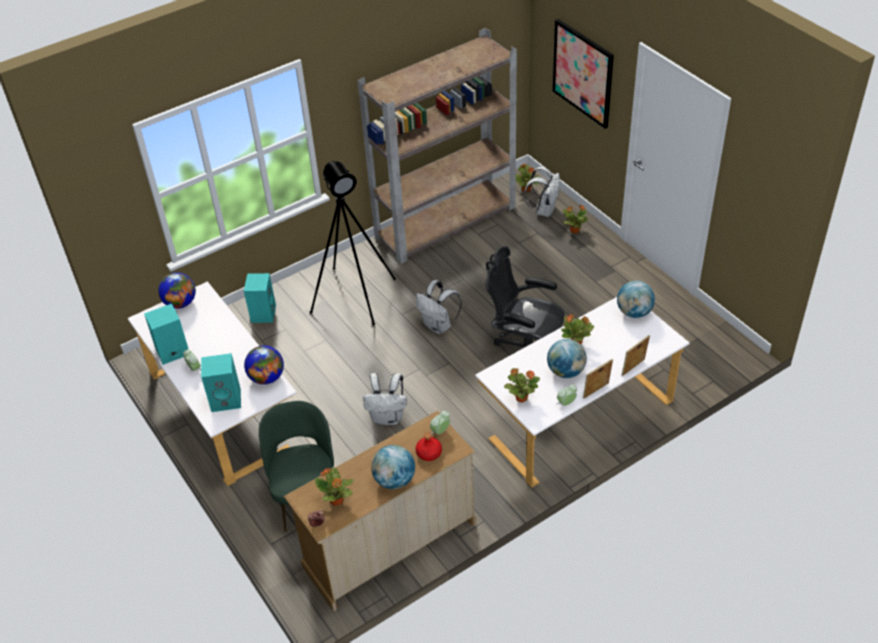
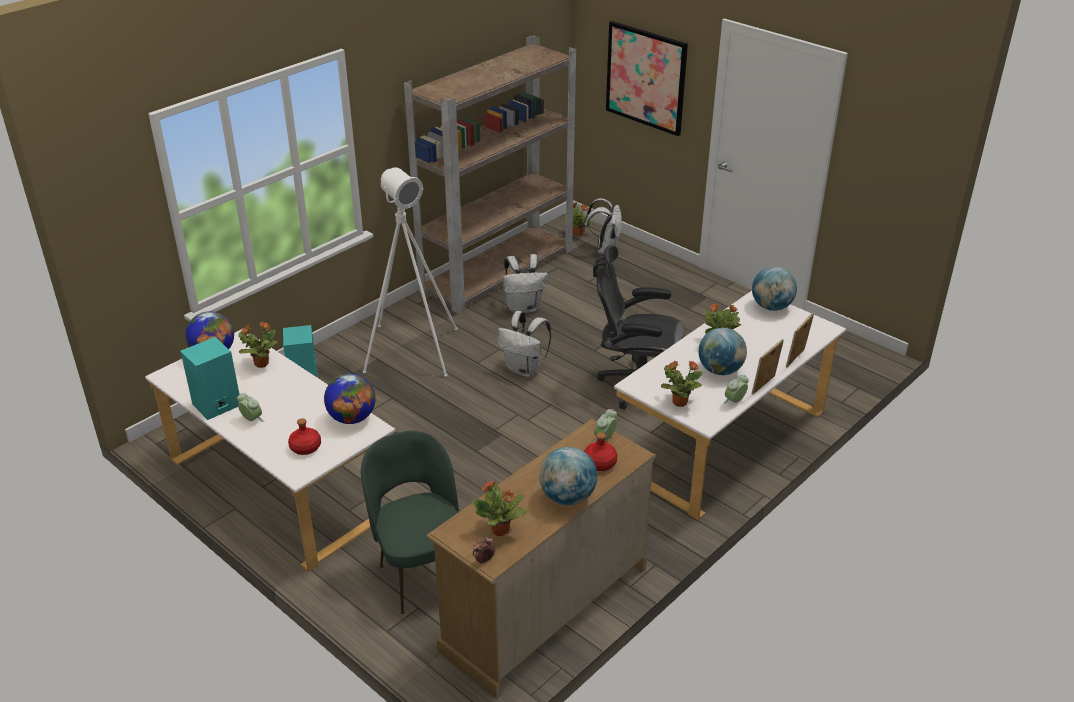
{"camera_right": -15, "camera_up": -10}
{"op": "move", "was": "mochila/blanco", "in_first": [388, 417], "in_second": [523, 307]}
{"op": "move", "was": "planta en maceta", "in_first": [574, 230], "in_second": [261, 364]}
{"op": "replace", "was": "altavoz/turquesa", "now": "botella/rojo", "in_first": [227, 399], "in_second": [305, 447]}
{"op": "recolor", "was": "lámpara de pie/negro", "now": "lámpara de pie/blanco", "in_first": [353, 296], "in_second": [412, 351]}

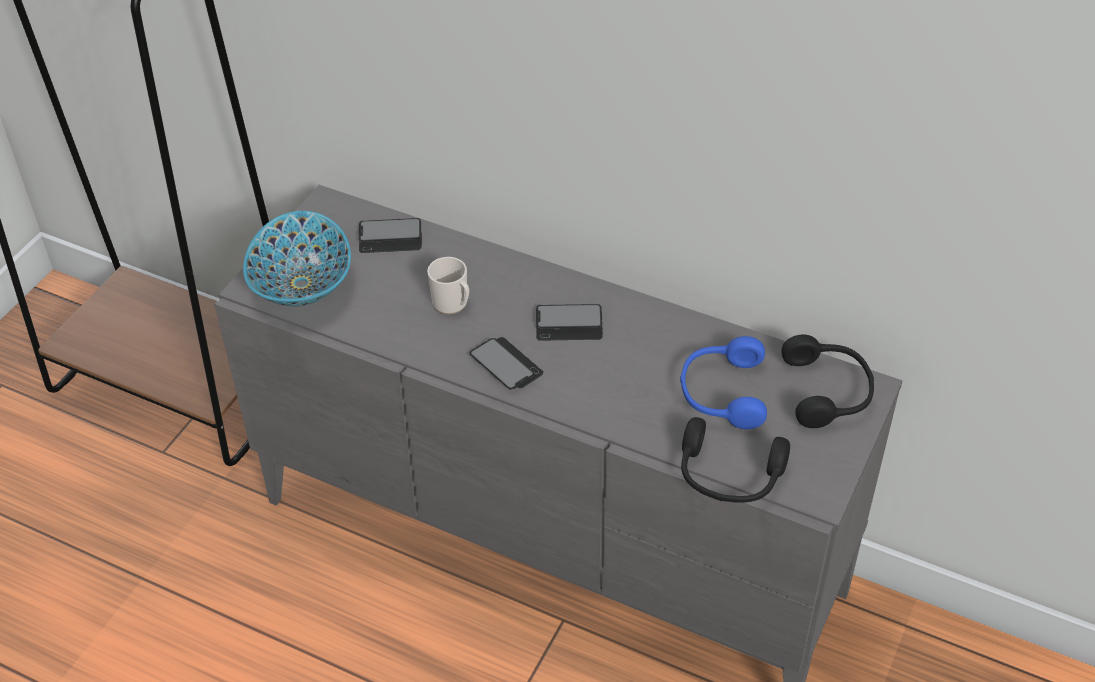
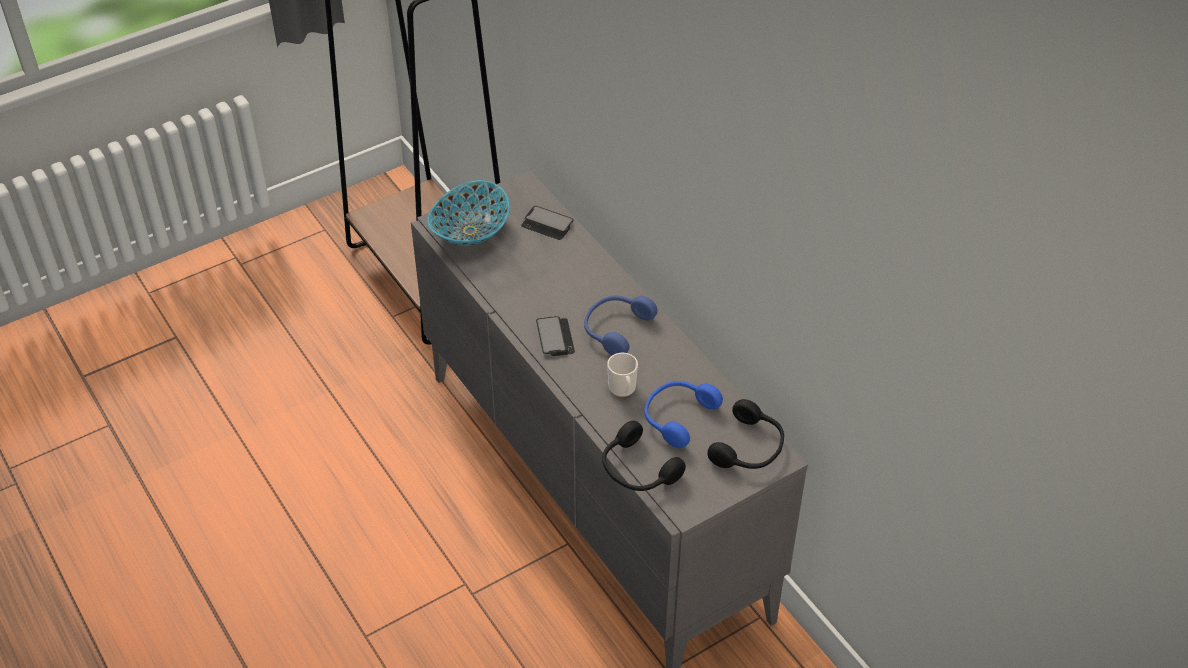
{"camera_right": 30, "camera_up": 0}
{"op": "move", "was": "taza grande", "in_first": [452, 304], "in_second": [623, 389]}
{"op": "replace", "was": "móvil", "now": "auriculares/azul", "in_first": [569, 324], "in_second": [615, 329]}

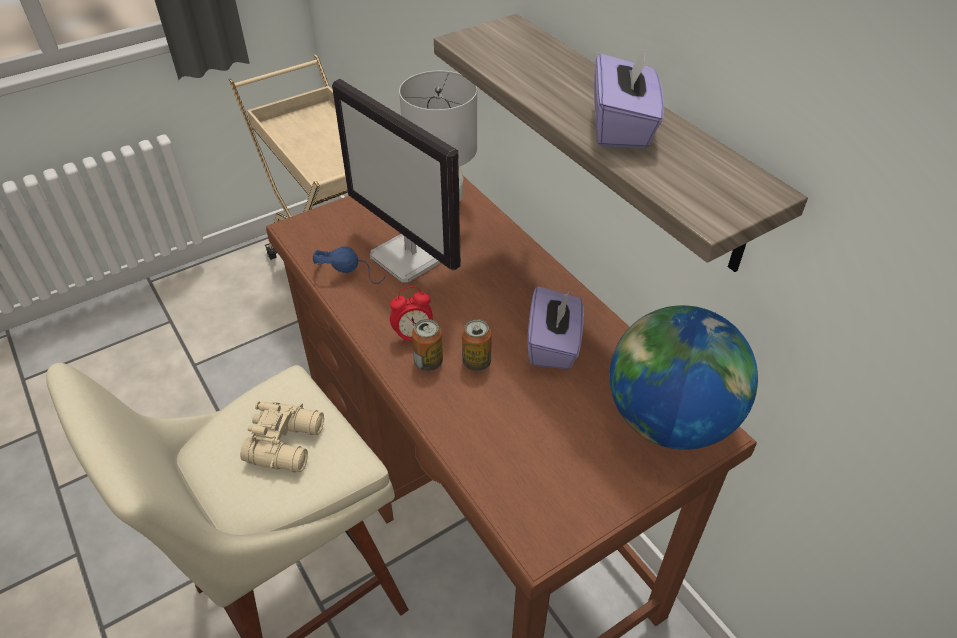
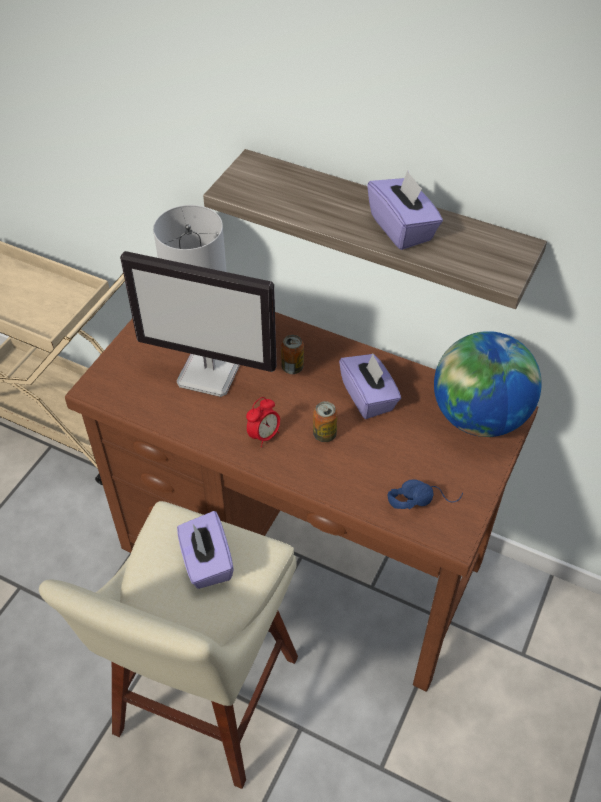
{"camera_right": -30, "camera_up": 5}
{"op": "move", "was": "auriculares/azul", "in_first": [352, 271], "in_second": [422, 498]}
{"op": "move", "was": "lata", "in_first": [428, 362], "in_second": [292, 367]}
{"op": "replace", "was": "prismáticos/beis", "now": "caja de pañuelos/morado", "in_first": [288, 442], "in_second": [206, 562]}

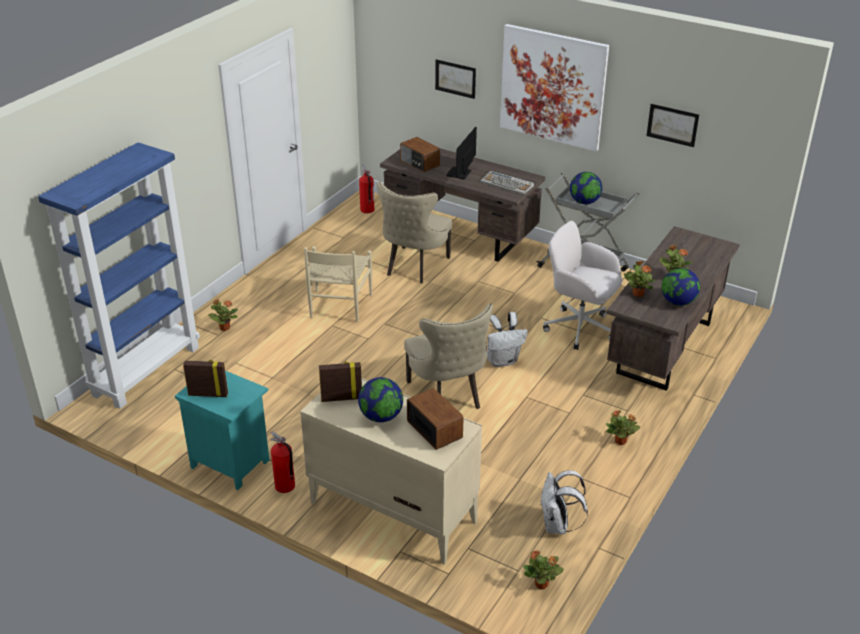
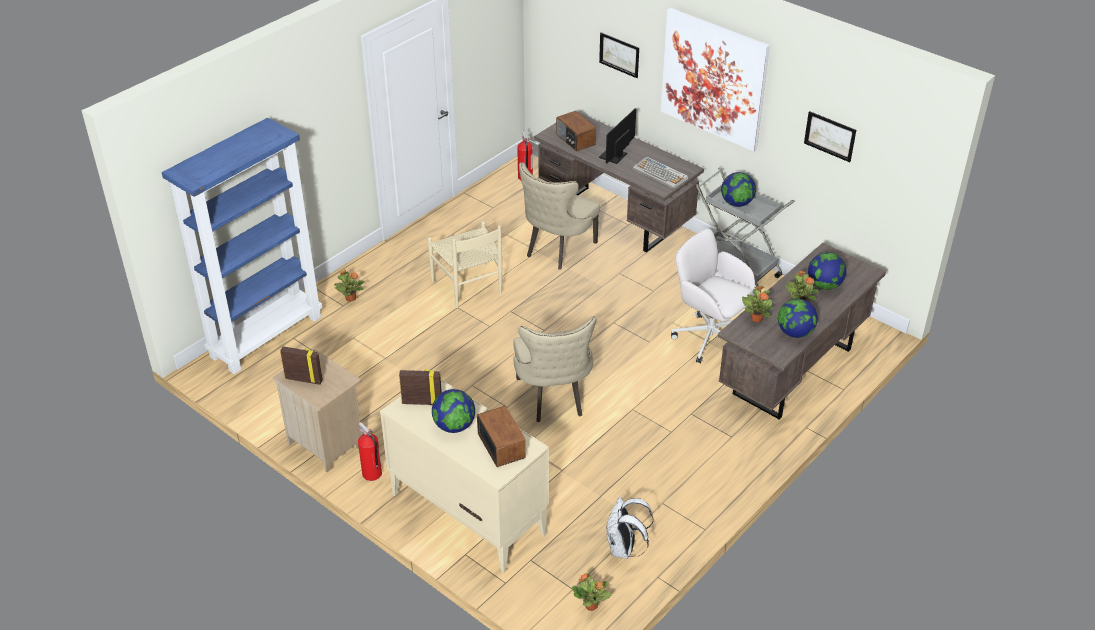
{"camera_right": 10, "camera_up": 5}
{"op": "delete", "was": "mochila/blanco", "in_first": [502, 360]}
{"op": "delete", "was": "planta en maceta", "in_first": [621, 441]}
{"op": "insert", "now": "globo terráqueo", "in_second": [824, 285]}
{"op": "recolor", "was": "mesita de noche/turquesa", "now": "mesita de noche/beis", "in_first": [230, 462], "in_second": [326, 443]}
{"op": "rotate", "was": "silla/beis", "in_first": [339, 307], "in_second": [469, 287], "clockwise": -45}

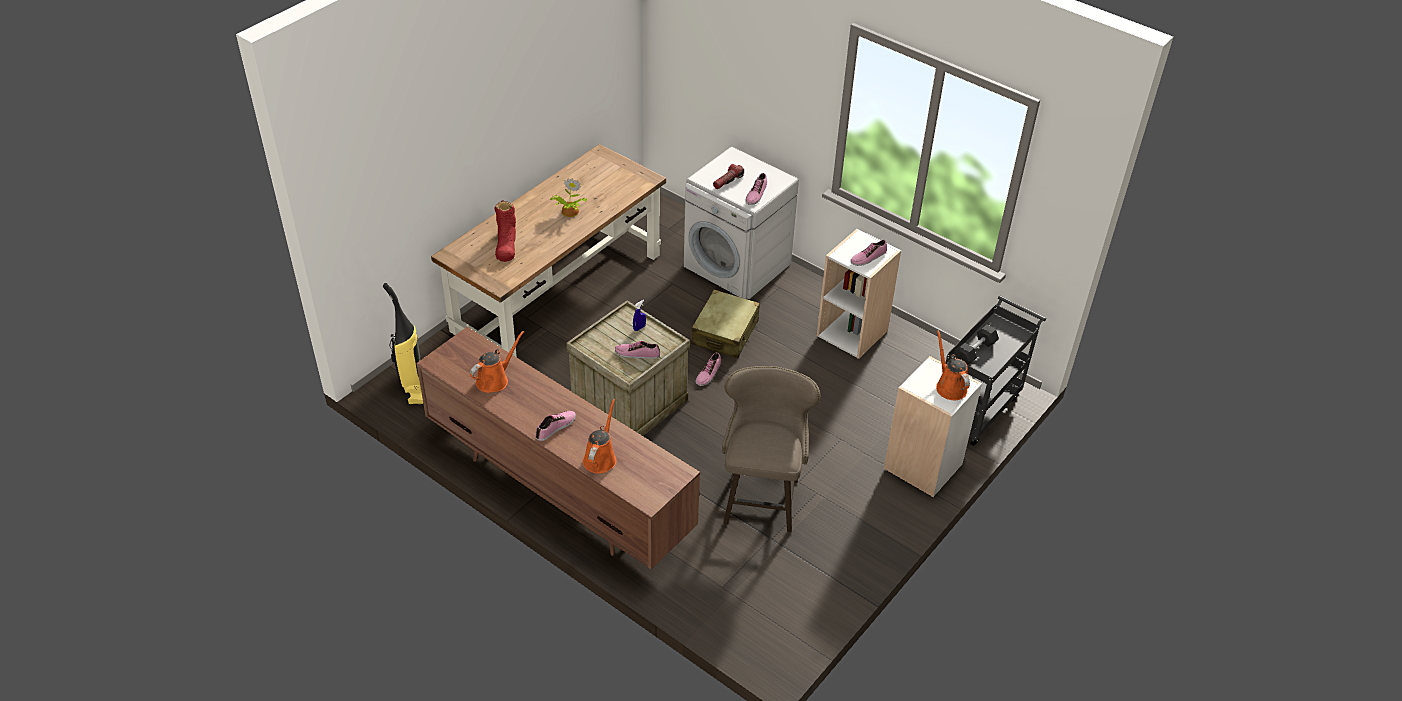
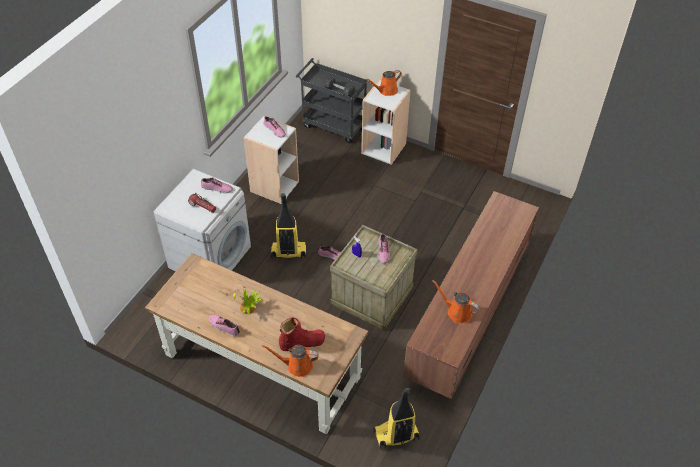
{"camera_right": -100, "camera_up": 5}
{"op": "delete", "was": "taburete/beis", "in_first": [762, 497]}
{"op": "move", "was": "zapato", "in_first": [556, 427], "in_second": [224, 326]}
{"op": "move", "was": "regadera/naranja", "in_first": [600, 458], "in_second": [296, 365]}
{"op": "replace", "was": "maleta/beis", "now": "aspiradora", "in_first": [725, 332], "in_second": [288, 252]}

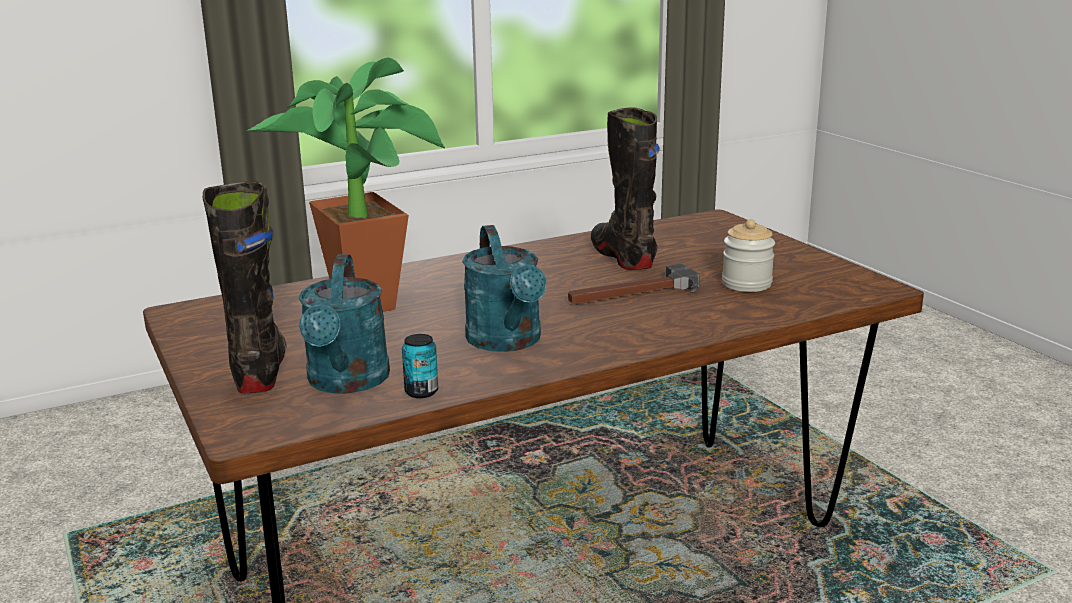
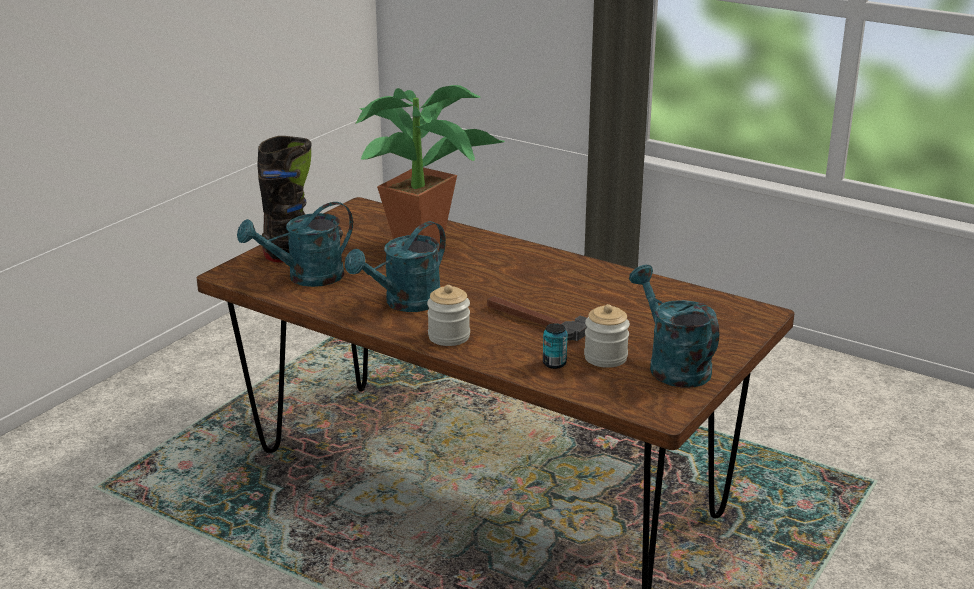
{"camera_right": 60, "camera_up": 5}
{"op": "delete", "was": "bota/negro", "in_first": [623, 257]}
{"op": "insert", "now": "tarro", "in_second": [449, 337]}
{"op": "insert", "now": "regadera/turquesa", "in_second": [672, 365]}
{"op": "move", "was": "lata", "in_first": [421, 392], "in_second": [554, 363]}

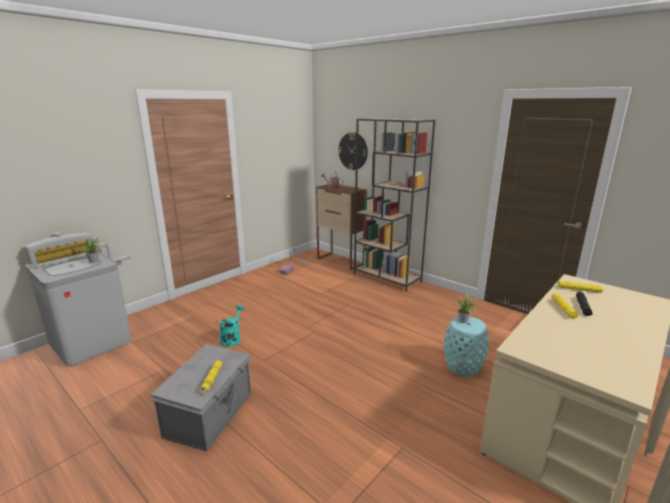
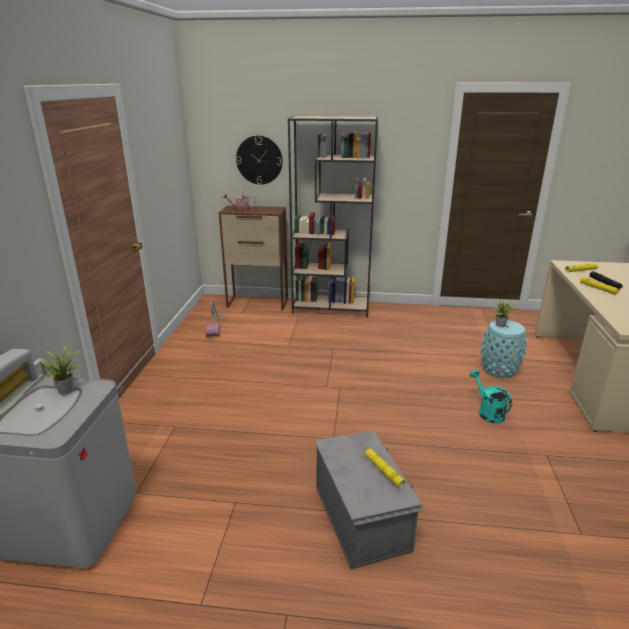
{"camera_right": -35, "camera_up": 5}
{"op": "move", "was": "regadera/turquesa", "in_first": [232, 338], "in_second": [487, 412]}

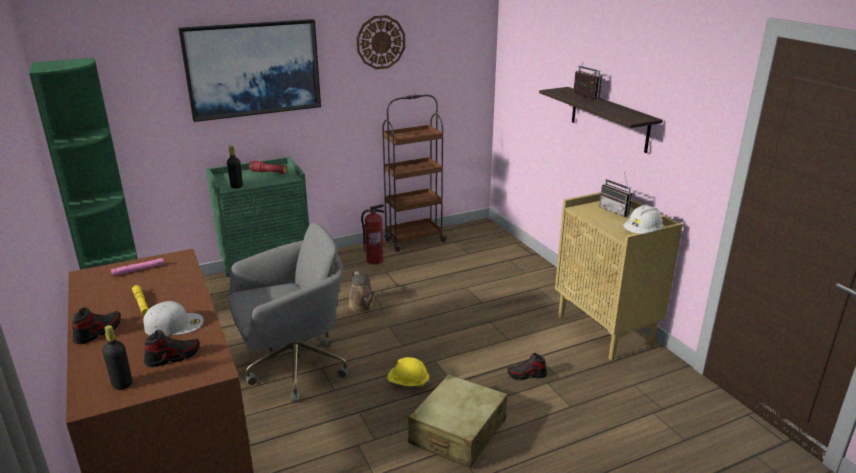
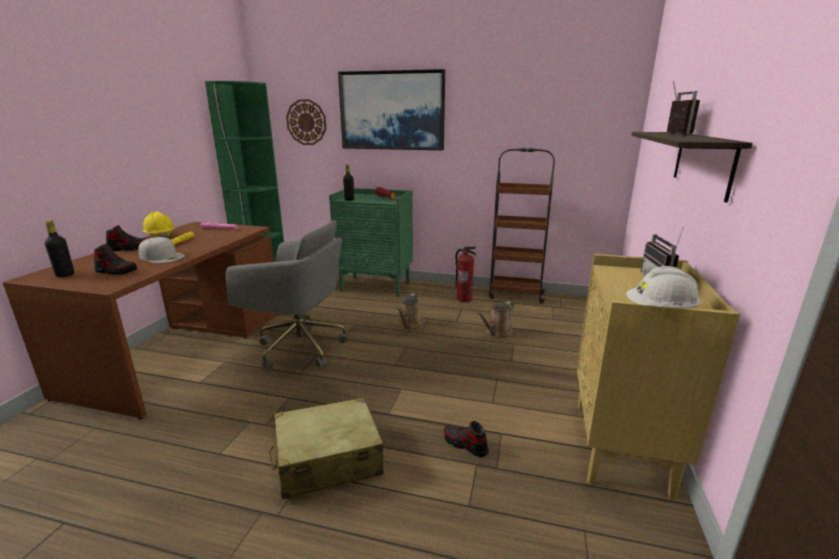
{"camera_right": 40, "camera_up": -5}
{"op": "insert", "now": "regadera/marrón", "in_second": [497, 333]}
{"op": "move", "was": "reloj de pared", "in_first": [380, 42], "in_second": [306, 122]}
{"op": "move", "was": "casco/amarillo", "in_first": [408, 383], "in_second": [160, 236]}

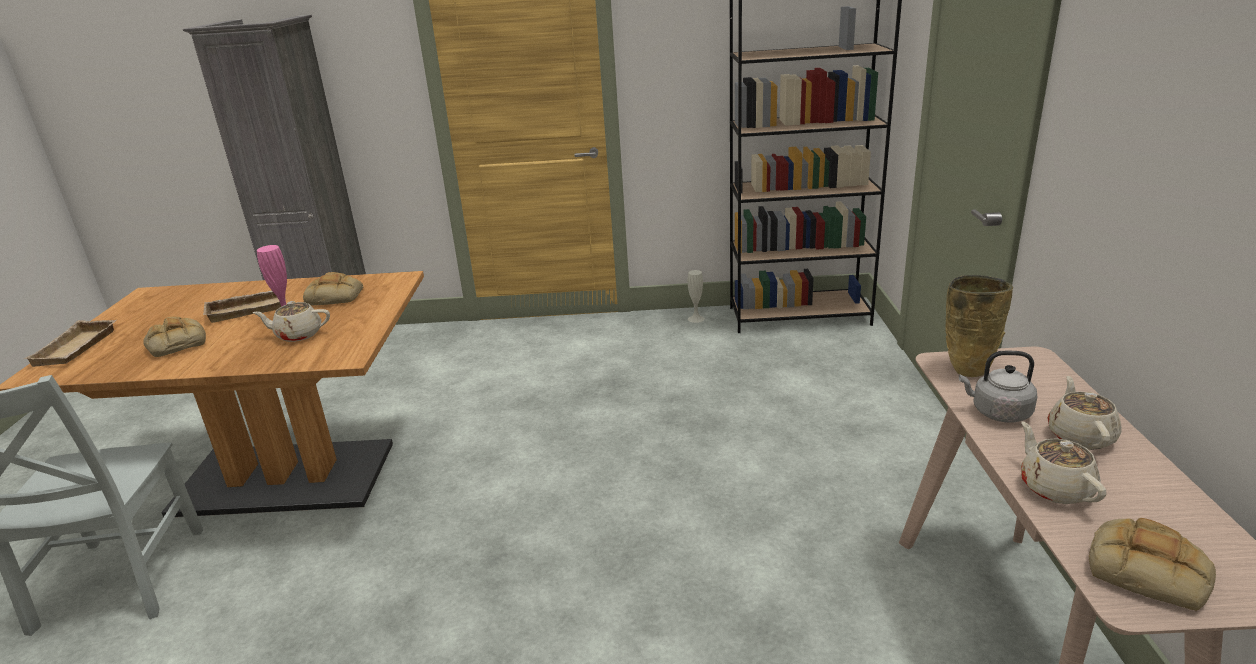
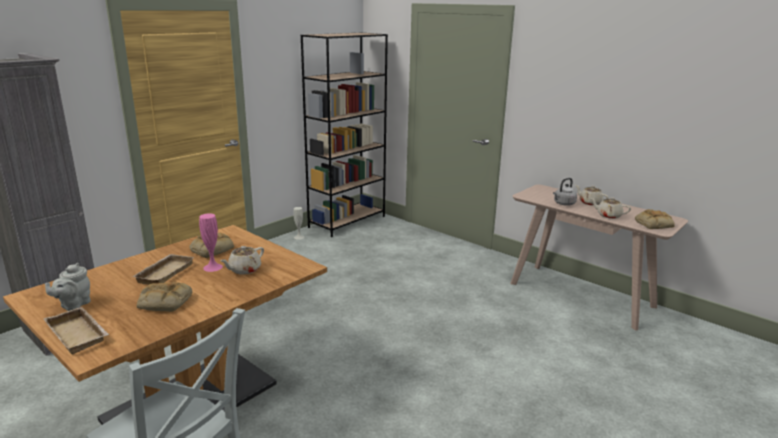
{"camera_right": -50, "camera_up": -5}
{"op": "delete", "was": "florero/beis", "in_first": [968, 369]}
{"op": "insert", "now": "tetera/gris", "in_second": [73, 305]}

